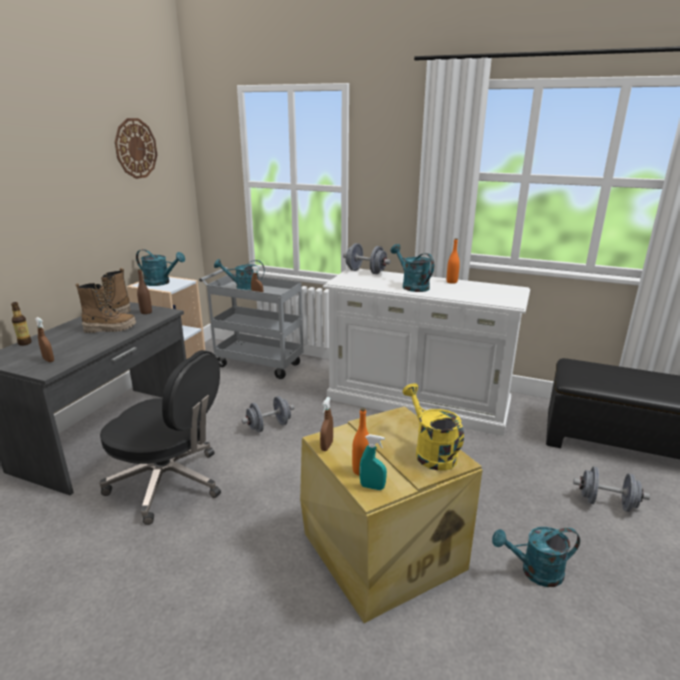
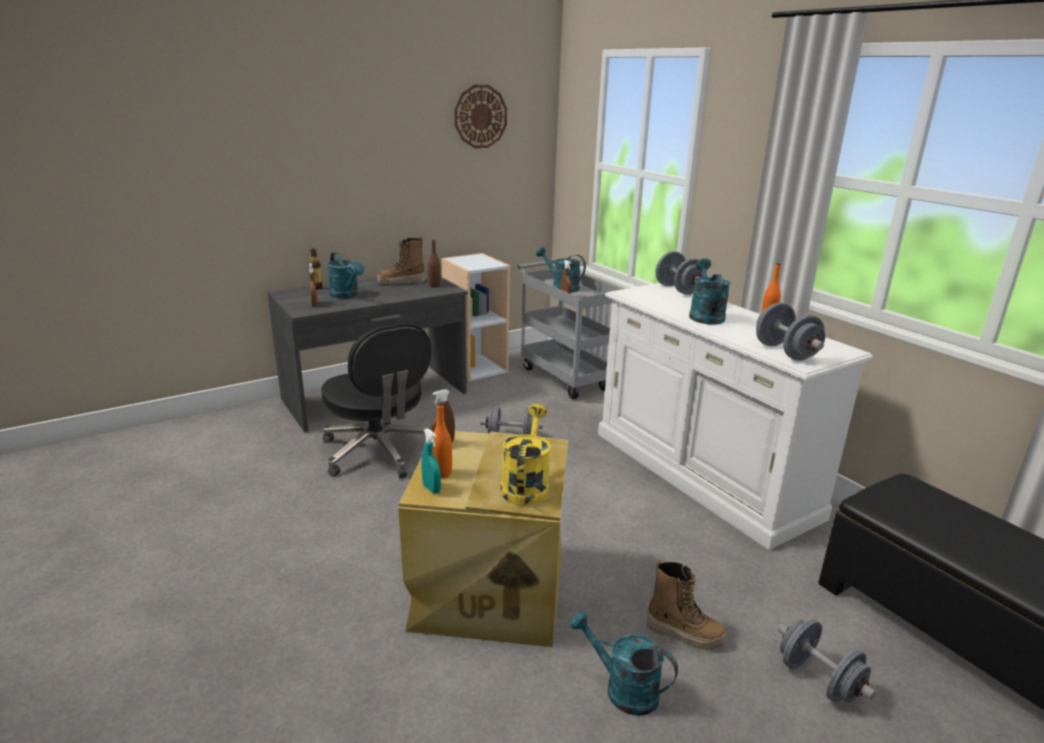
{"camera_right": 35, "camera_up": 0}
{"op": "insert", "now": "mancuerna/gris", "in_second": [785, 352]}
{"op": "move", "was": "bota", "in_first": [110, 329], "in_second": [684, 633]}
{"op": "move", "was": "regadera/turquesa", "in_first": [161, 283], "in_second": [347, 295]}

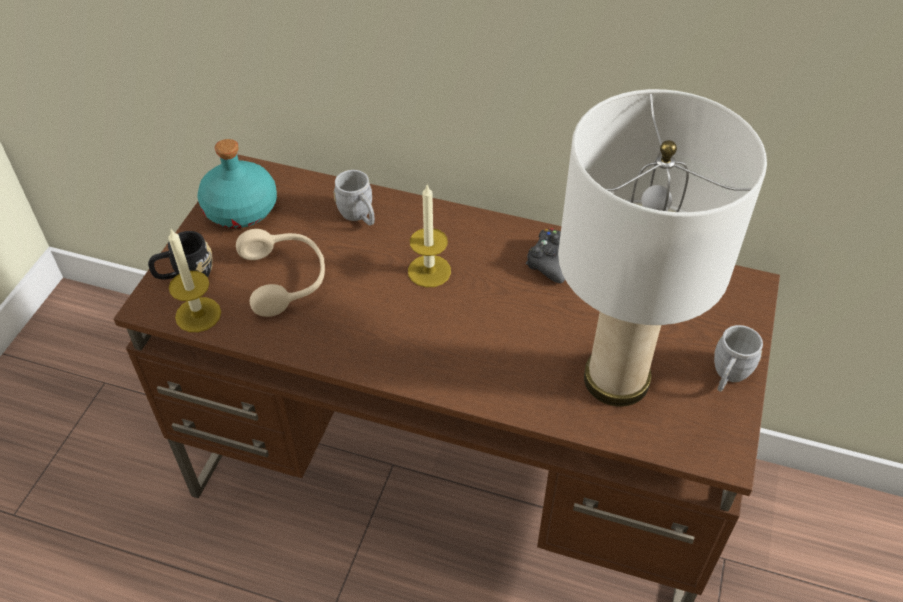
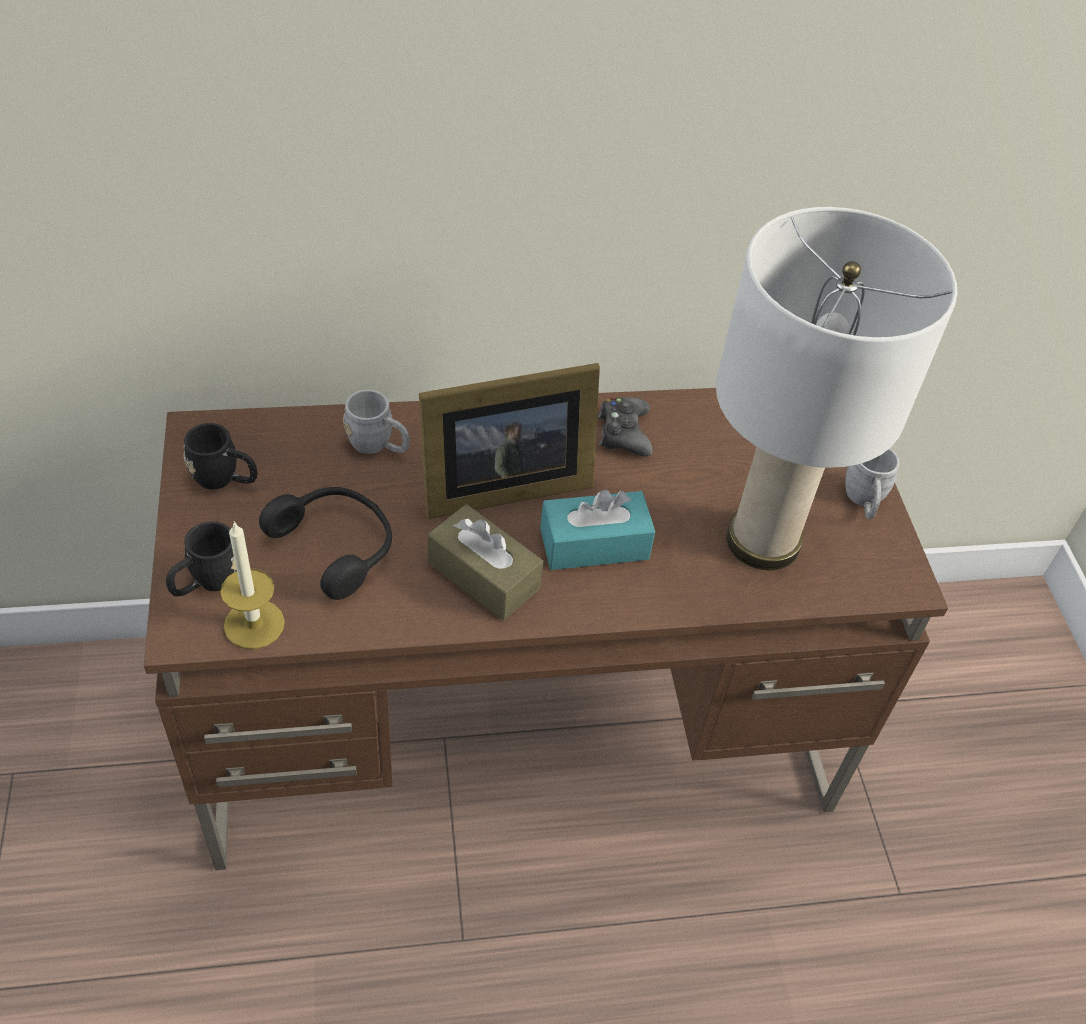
{"camera_right": -30, "camera_up": 0}
{"op": "insert", "now": "caja de pañuelos/marrón", "in_second": [483, 575]}
{"op": "insert", "now": "caja de pañuelos/turquesa", "in_second": [594, 544]}
{"op": "replace", "was": "botella/turquesa", "now": "taza grande/negro", "in_first": [240, 209], "in_second": [225, 479]}
{"op": "replace", "was": "vela", "now": "portarretratos", "in_first": [429, 271], "in_second": [499, 485]}
{"op": "recolor", "was": "auriculares/beis", "now": "auriculares/negro", "in_first": [286, 279], "in_second": [336, 546]}

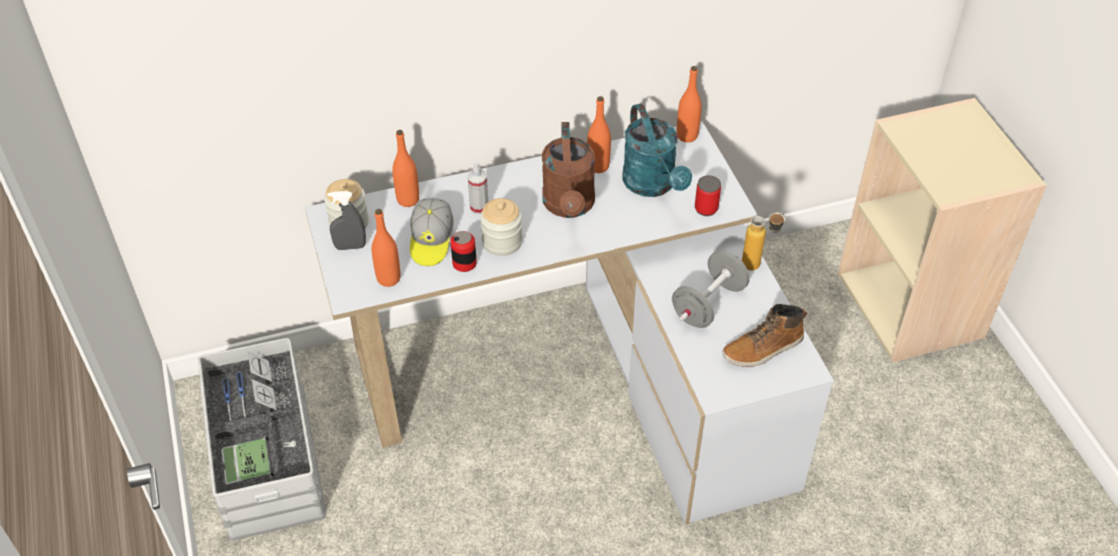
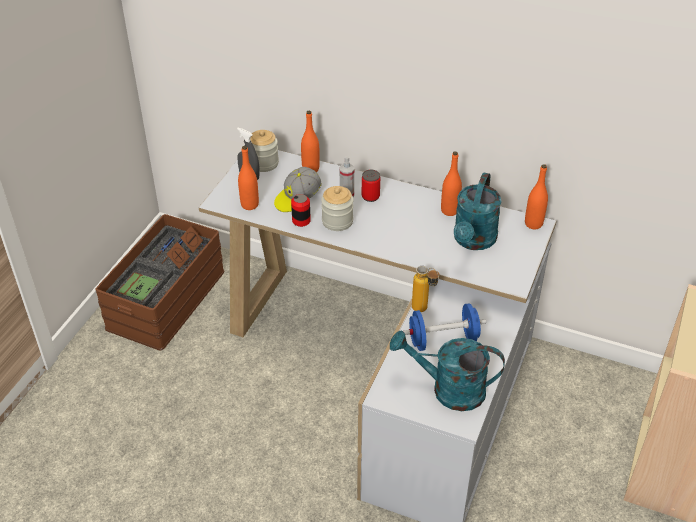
{"camera_right": 40, "camera_up": -5}
{"op": "delete", "was": "regadera/marrón", "in_first": [569, 206]}
{"op": "move", "was": "lata", "in_first": [706, 208], "in_second": [370, 196]}
{"op": "move", "was": "botella", "in_first": [758, 265], "in_second": [424, 311]}
{"op": "replace", "was": "bota", "now": "regadera/turquesa", "in_first": [763, 348], "in_second": [448, 390]}
{"op": "recolor", "was": "caja de almacenaje/gris", "now": "caja de almacenaje/marrón", "in_first": [265, 457], "in_second": [165, 298]}
{"op": "recolor", "was": "mancuerna/gris", "now": "mancuerna/azul", "in_first": [708, 304], "in_second": [443, 340]}

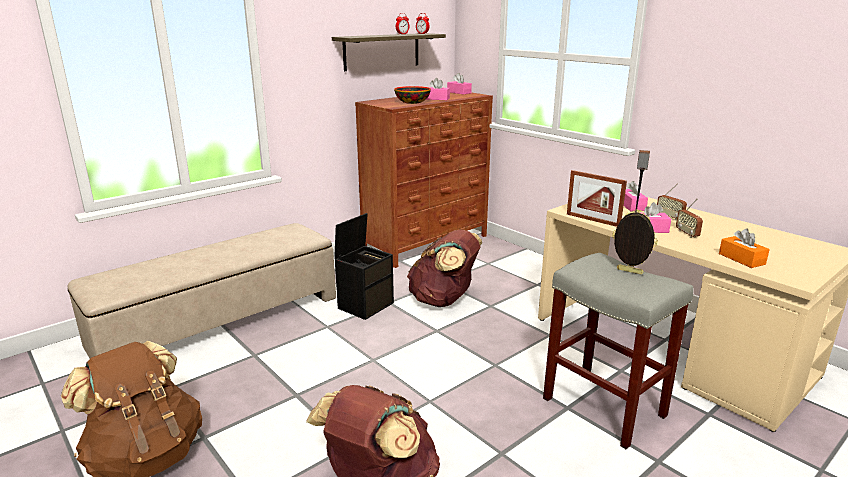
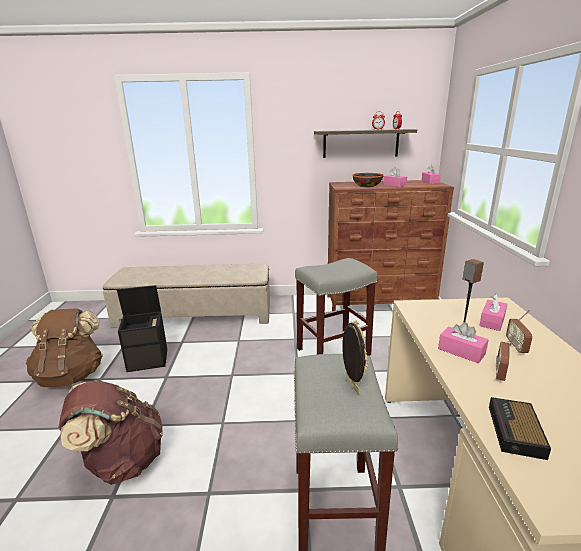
{"camera_right": 40, "camera_up": 0}
{"op": "delete", "was": "portarretratos", "in_first": [592, 220]}
{"op": "move", "was": "caja de almacenaje/negro", "in_first": [366, 305], "in_second": [148, 360]}
{"op": "replace", "was": "mochila/marrón", "now": "taburete/gris", "in_first": [444, 300], "in_second": [332, 352]}
{"op": "replace", "was": "caja de pañuelos/naranja", "now": "despertador", "in_first": [741, 259], "in_second": [516, 432]}

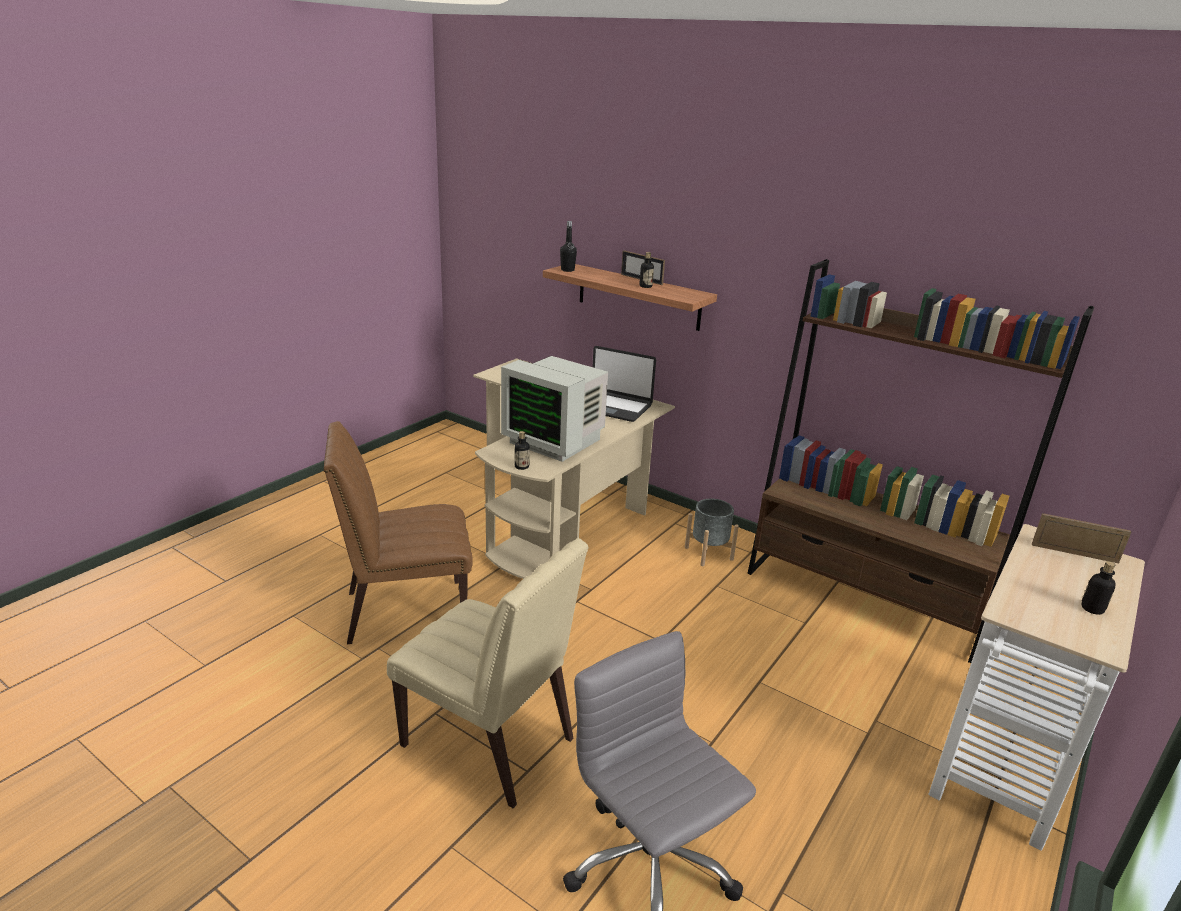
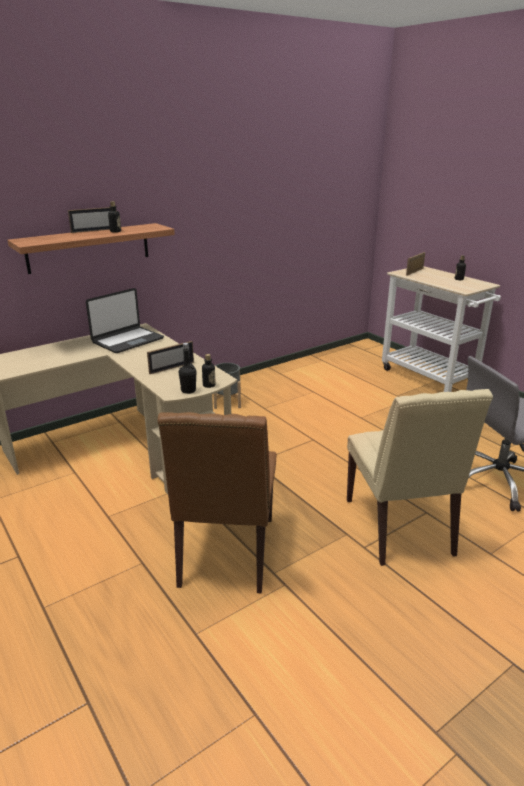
{"camera_right": -70, "camera_up": 0}
{"op": "delete", "was": "estantería/marrón", "in_first": [864, 598]}
{"op": "move", "was": "botella/negro", "in_first": [567, 270], "in_second": [188, 390]}
{"op": "replace", "was": "monitor", "now": "portarretratos", "in_first": [555, 441], "in_second": [171, 368]}
{"op": "rotate", "was": "silla/beis", "in_first": [486, 741], "in_second": [397, 526], "clockwise": 120}

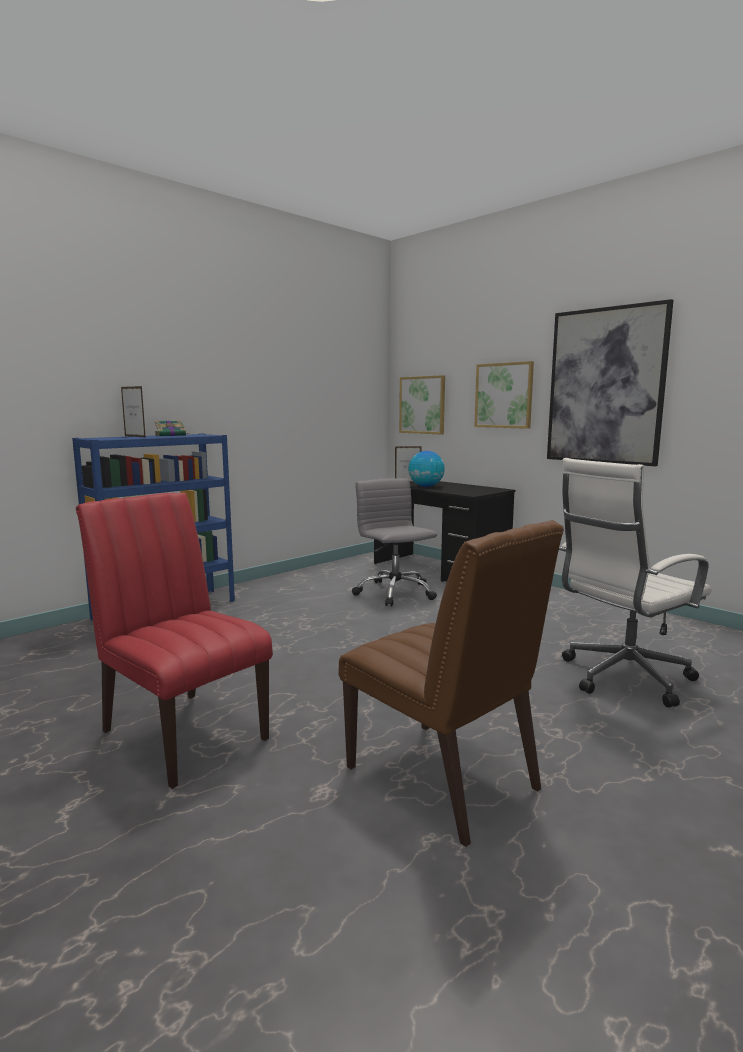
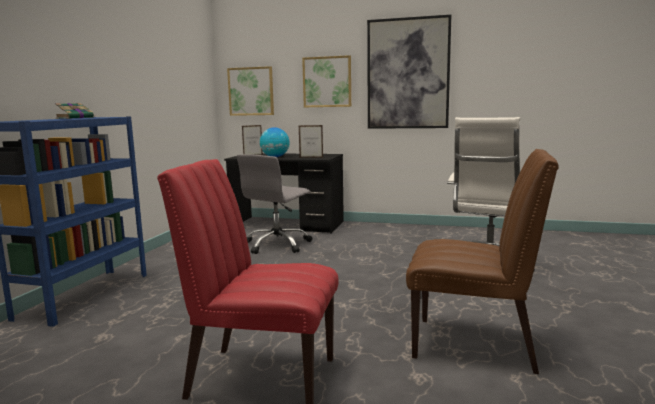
{"camera_right": -30, "camera_up": 0}
{"op": "move", "was": "portarretratos", "in_first": [135, 437], "in_second": [311, 157]}
{"op": "rotate", "was": "silla de oficina/gris", "in_first": [394, 593], "in_second": [277, 245], "clockwise": -90}

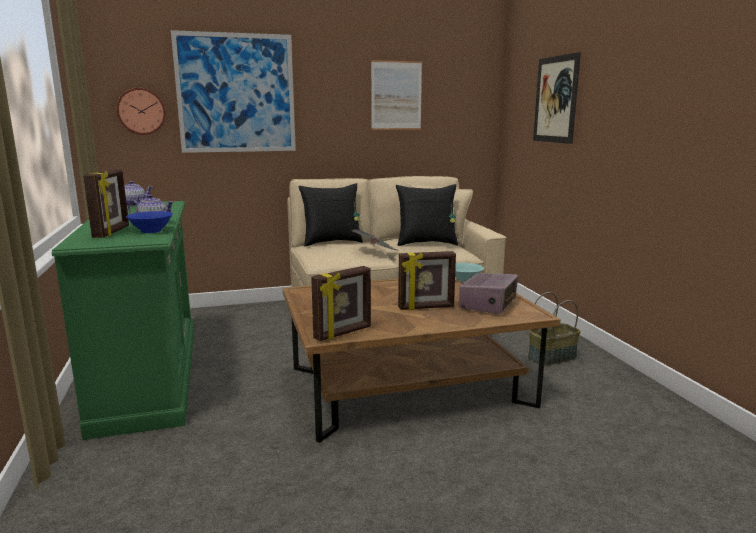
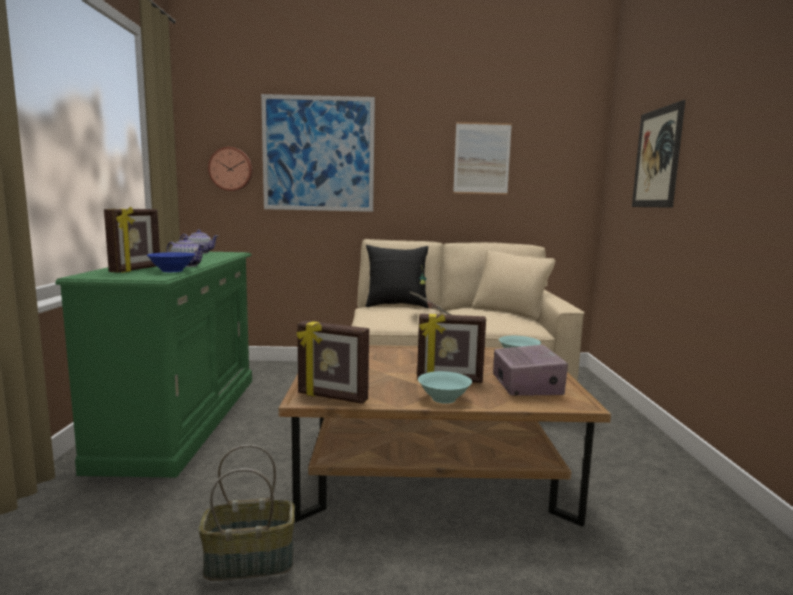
{"camera_right": 15, "camera_up": -5}
{"op": "delete", "was": "cojín/negro", "in_first": [426, 244]}
{"op": "insert", "now": "cuenco/turquesa", "in_second": [443, 399]}
{"op": "move", "was": "cesta", "in_first": [552, 357], "in_second": [251, 561]}
{"op": "rotate", "was": "portarretratos", "in_first": [343, 333], "in_second": [332, 397], "clockwise": 45}
{"op": "rotate", "was": "radio", "in_first": [488, 305], "in_second": [526, 385], "clockwise": -45}

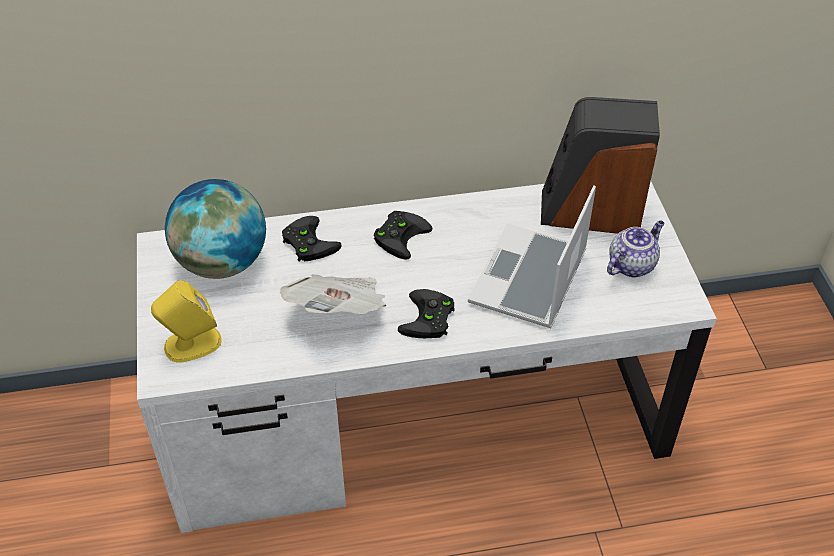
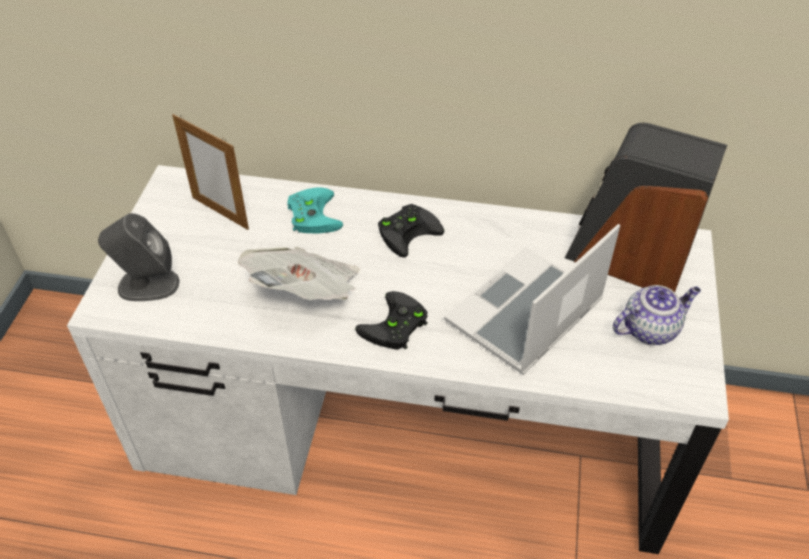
{"camera_right": 20, "camera_up": 0}
{"op": "replace", "was": "globo terráqueo", "now": "portarretratos", "in_first": [222, 262], "in_second": [220, 213]}
{"op": "recolor", "was": "altavoz/amarillo", "now": "altavoz/gris", "in_first": [192, 344], "in_second": [147, 285]}
{"op": "recolor", "was": "mando de consola/negro", "now": "mando de consola/turquesa", "in_first": [307, 242], "in_second": [311, 214]}

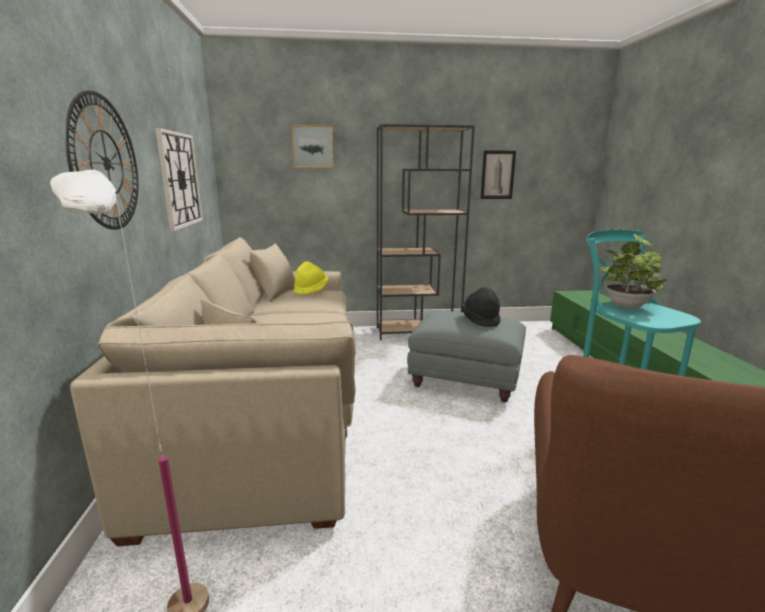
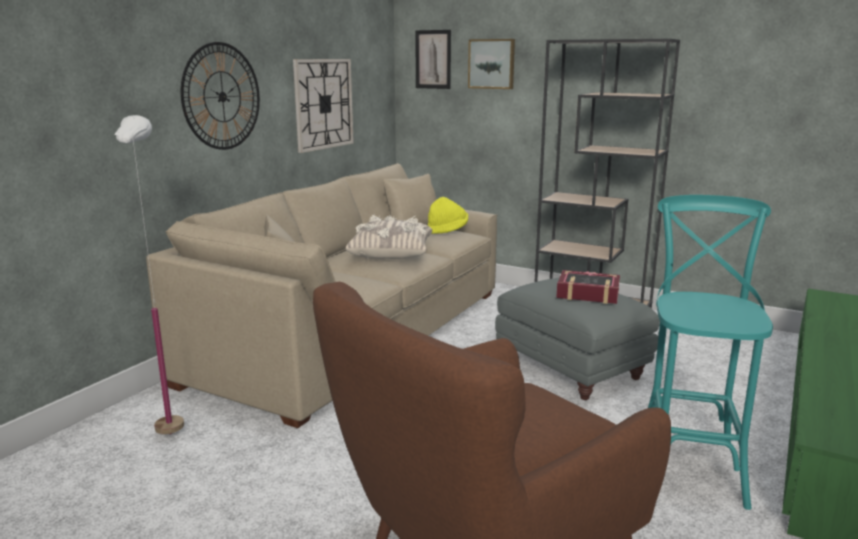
{"camera_right": 35, "camera_up": 0}
{"op": "delete", "was": "planta en maceta", "in_first": [626, 304]}
{"op": "insert", "now": "cojín/beis", "in_second": [391, 255]}
{"op": "move", "was": "cuadro", "in_first": [497, 175], "in_second": [433, 59]}
{"op": "replace", "was": "sombrero/negro", "now": "libro", "in_first": [480, 320], "in_second": [588, 294]}

